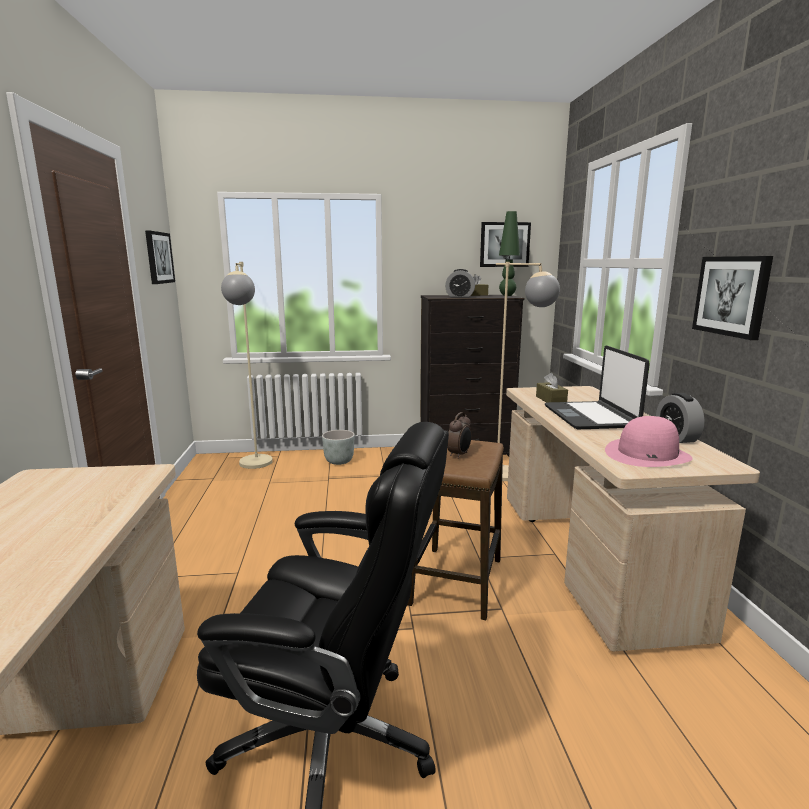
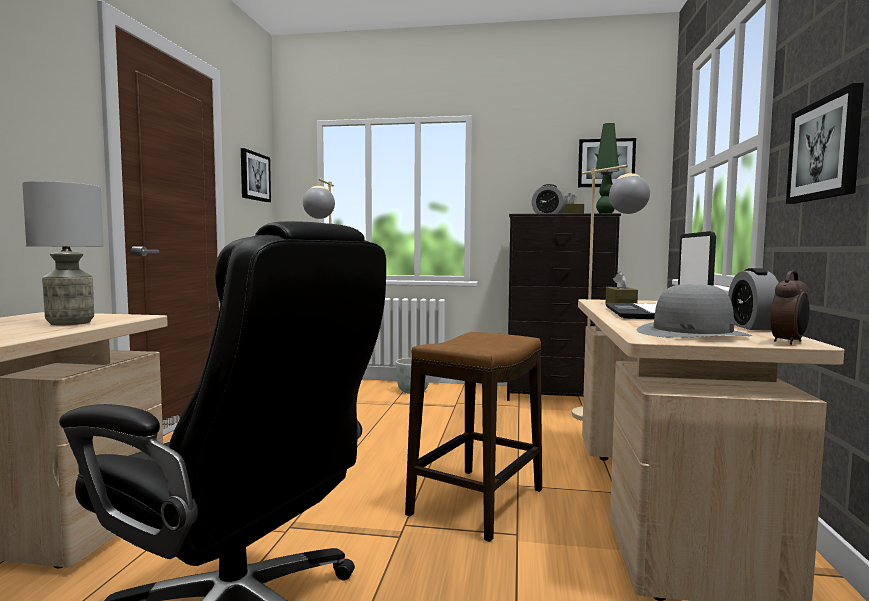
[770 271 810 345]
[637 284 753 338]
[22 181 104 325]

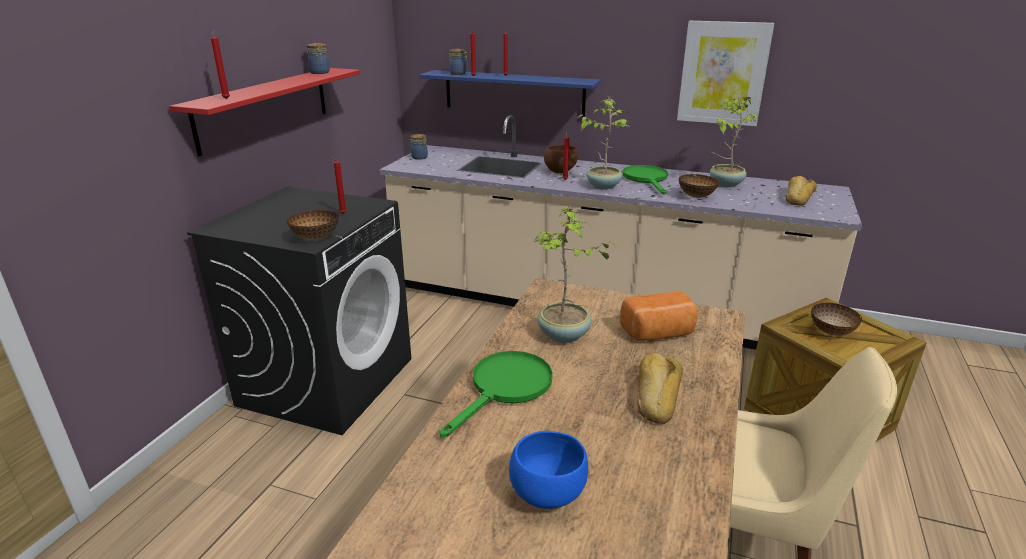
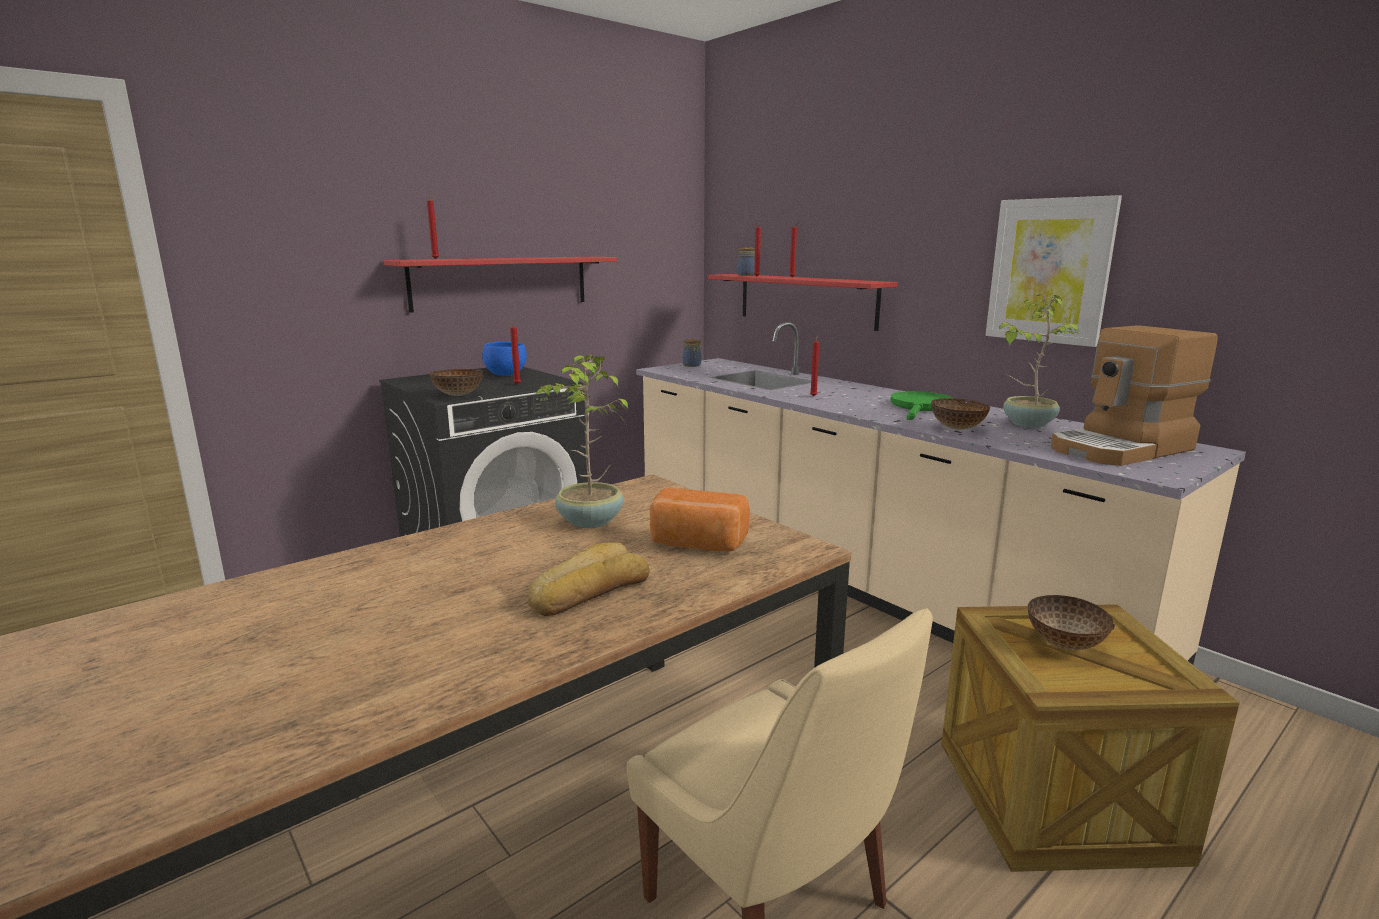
[307 43 330 74] (first image)
[707 274 898 331]
[577 97 630 190] (first image)
[544 144 578 173] (first image)
[1051 325 1218 466]
[439 351 553 438] (first image)
[482 342 526 376]

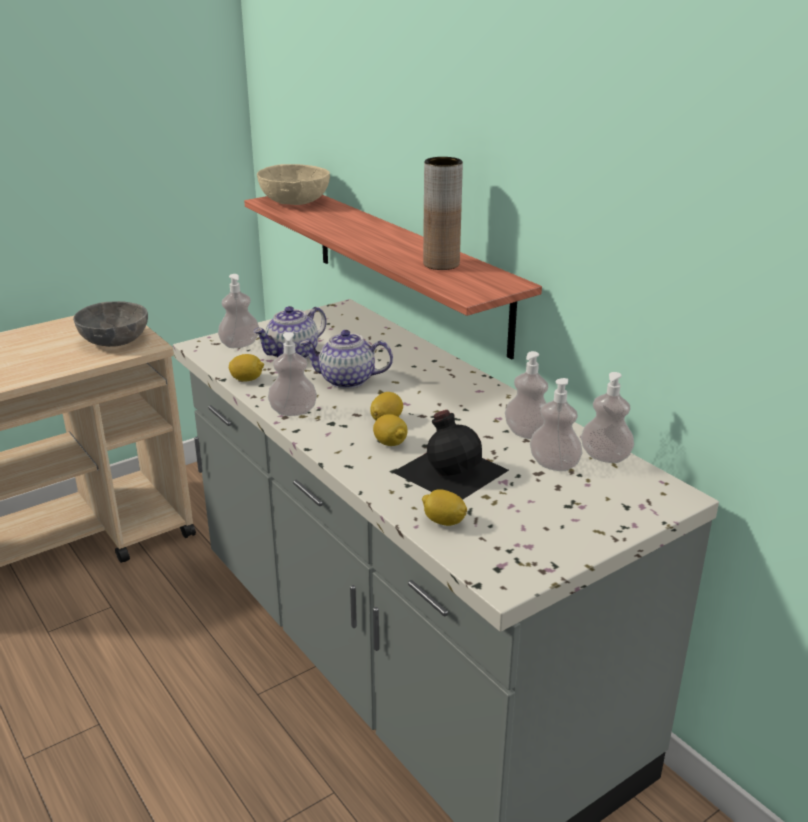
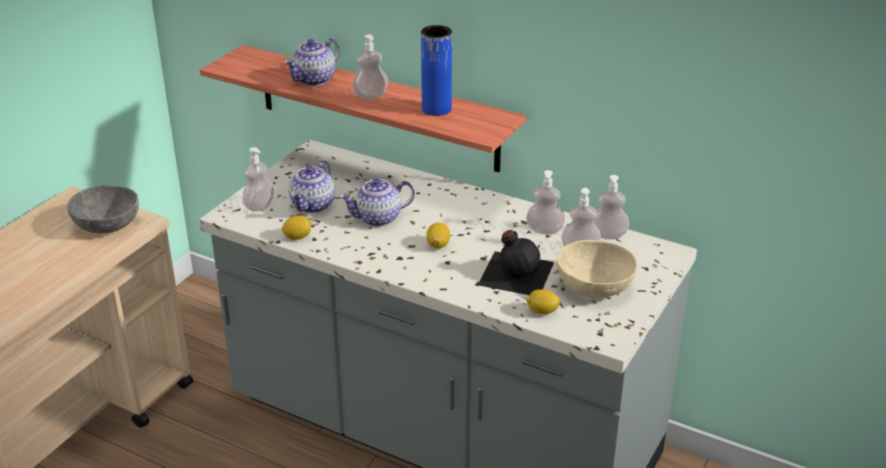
[421 25 452 116]
[557 240 637 298]
[353 34 389 100]
[373 414 408 446] (first image)
[284 38 340 86]

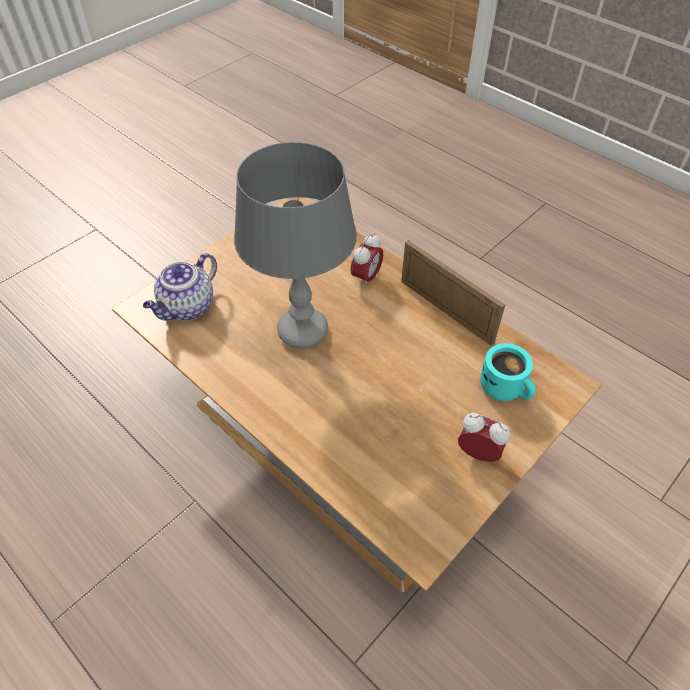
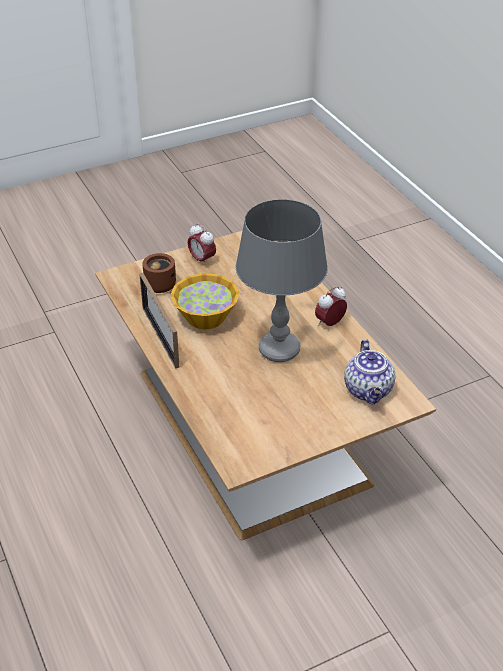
[315 286 347 326]
[344 339 395 404]
[142 253 176 293]
[171 273 239 329]

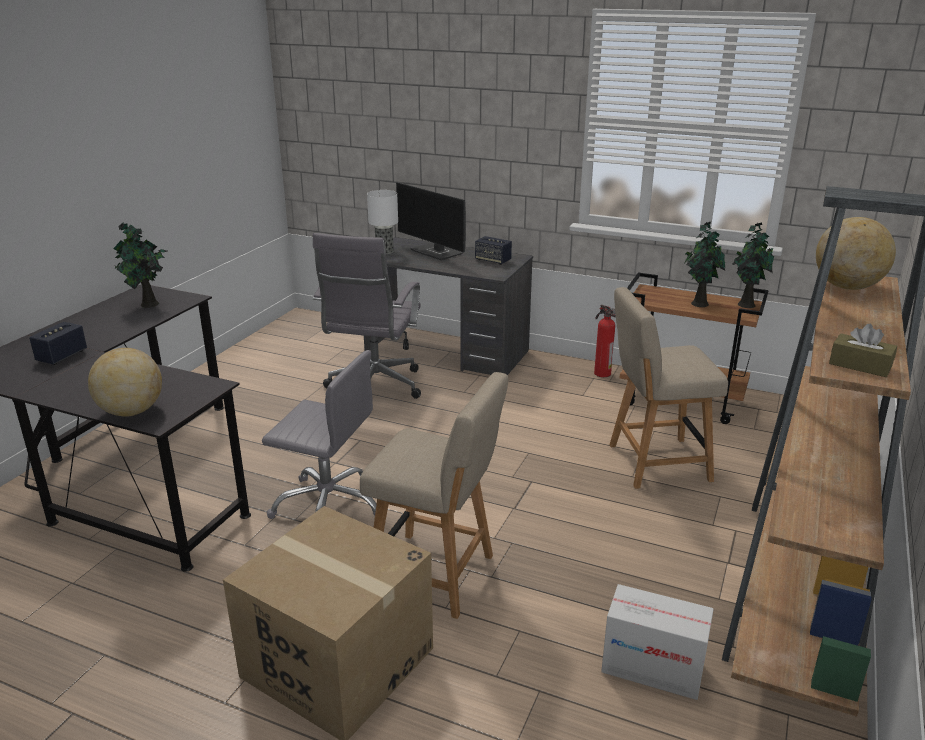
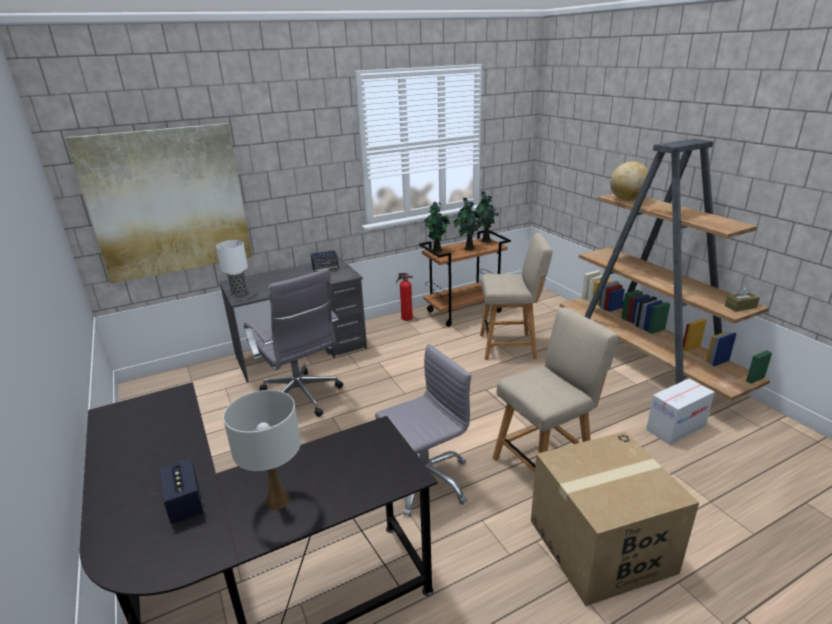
[396 182 466 261] (first image)
[424 202 450 253]
[480 233 552 360]
[725 287 760 312]
[88 348 162 417] (first image)
[66 123 252 284]
[223 390 301 510]

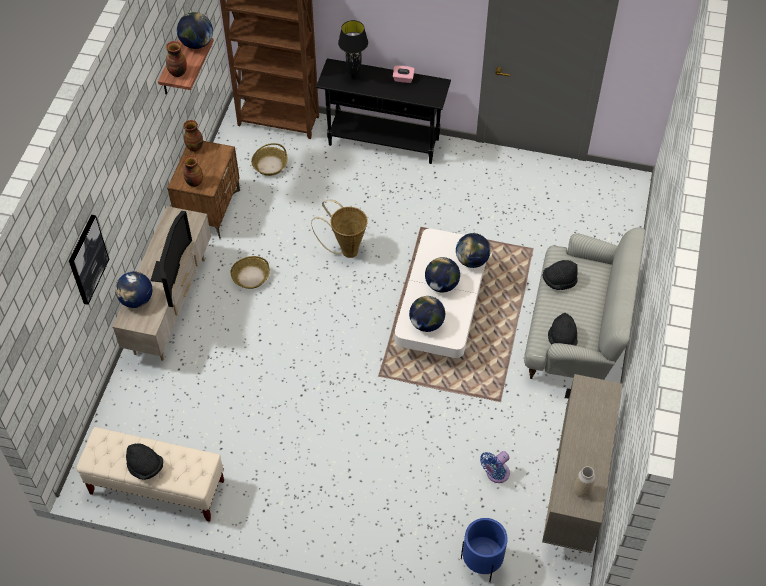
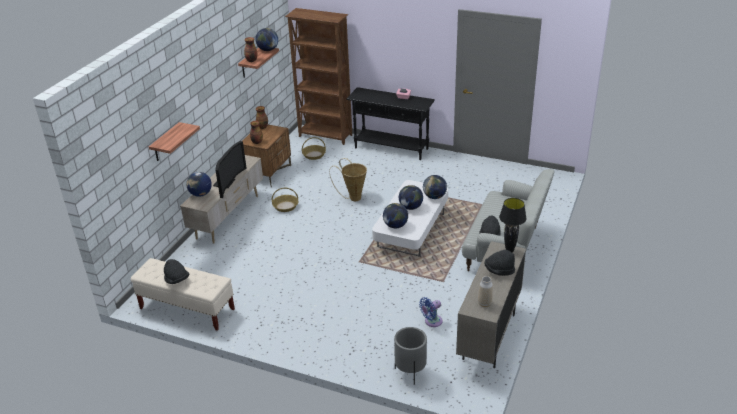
[499 198 527 252]
[149 122 200 161]
[485 250 515 276]
[394 327 427 385]

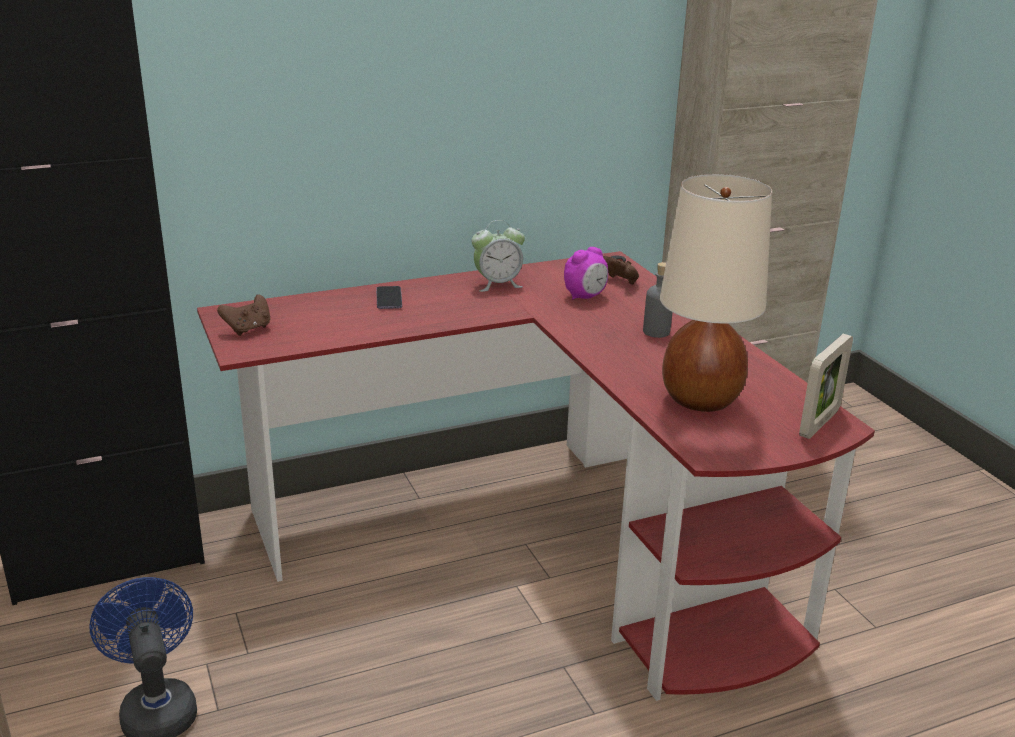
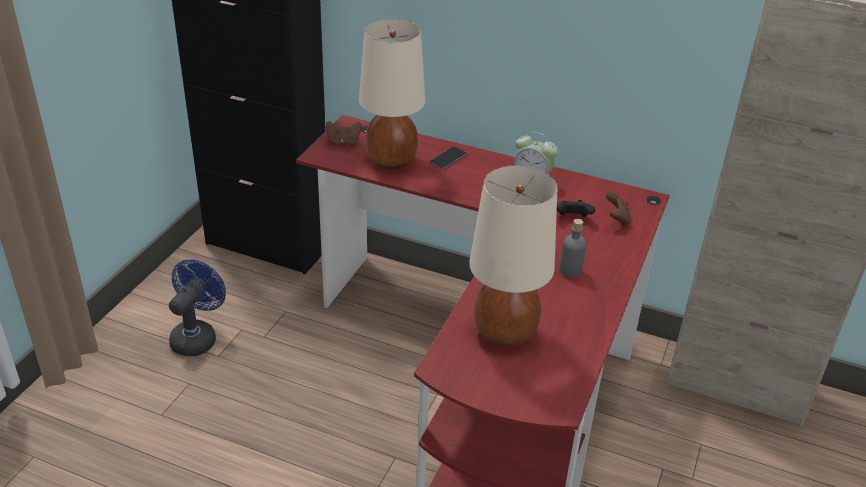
[557 200 595 217]
[799 334 853 439] (first image)
[359 19 425 169]

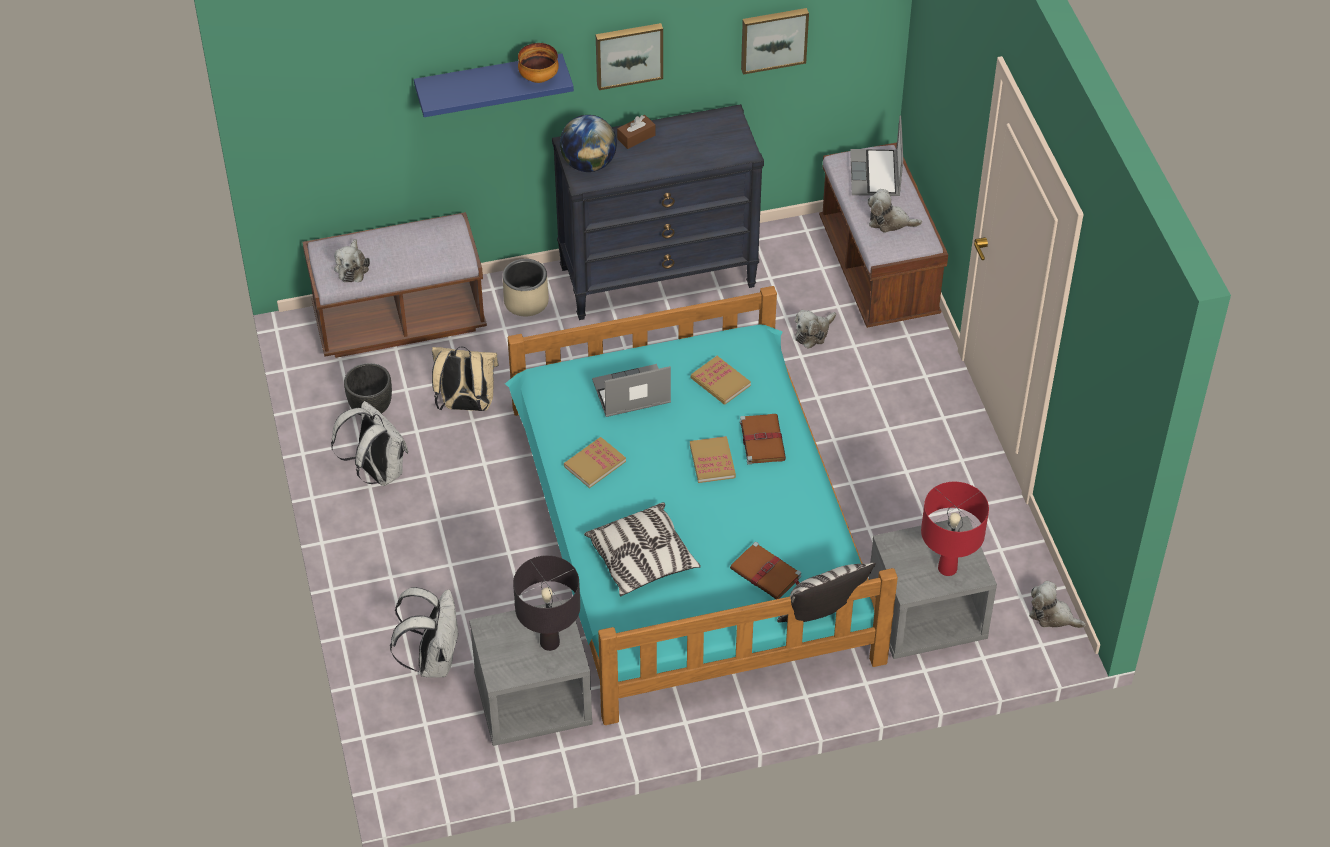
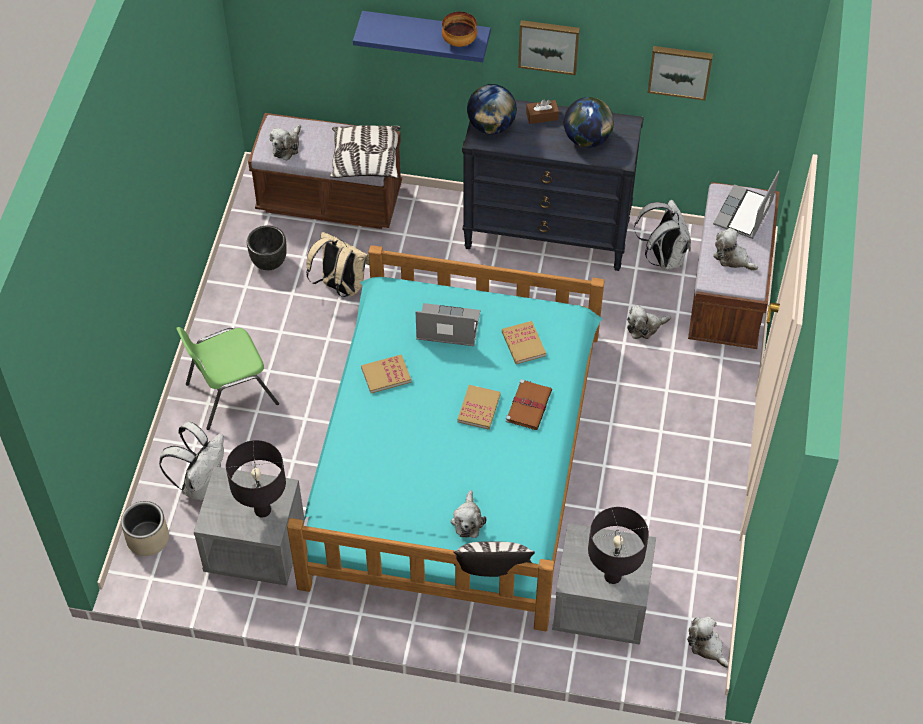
[121 501 169 556]
[634 200 691 270]
[588 507 649 584]
[330 125 401 178]
[451 490 486 538]
[564 97 614 148]
[176 327 279 430]

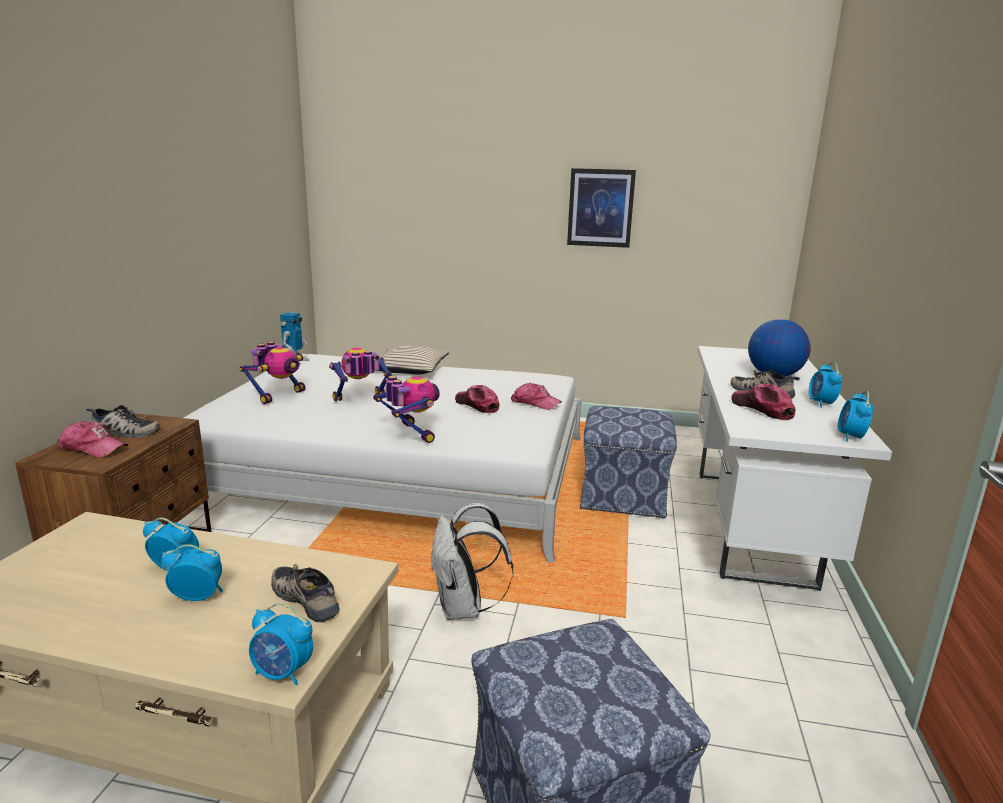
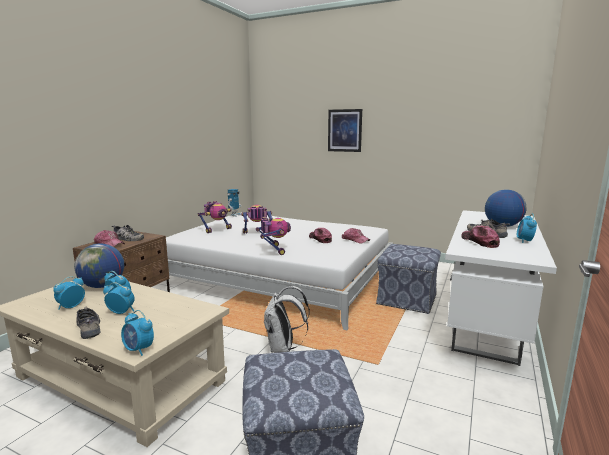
[328 109 362 152]
[378 345 449 374] (first image)
[53 276 85 310]
[76 306 101 339]
[74 244 124 288]

